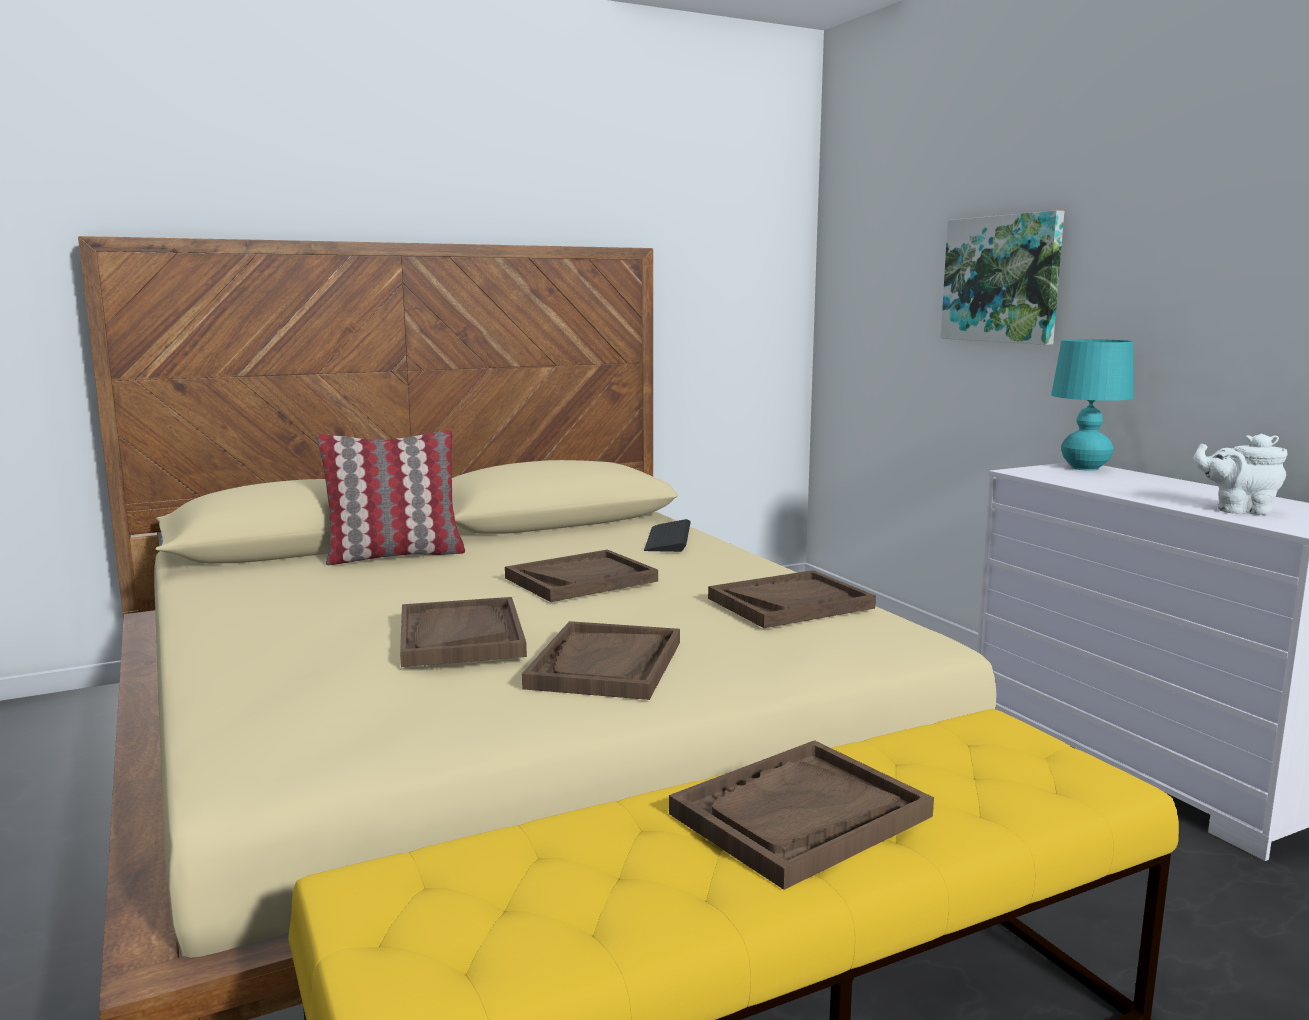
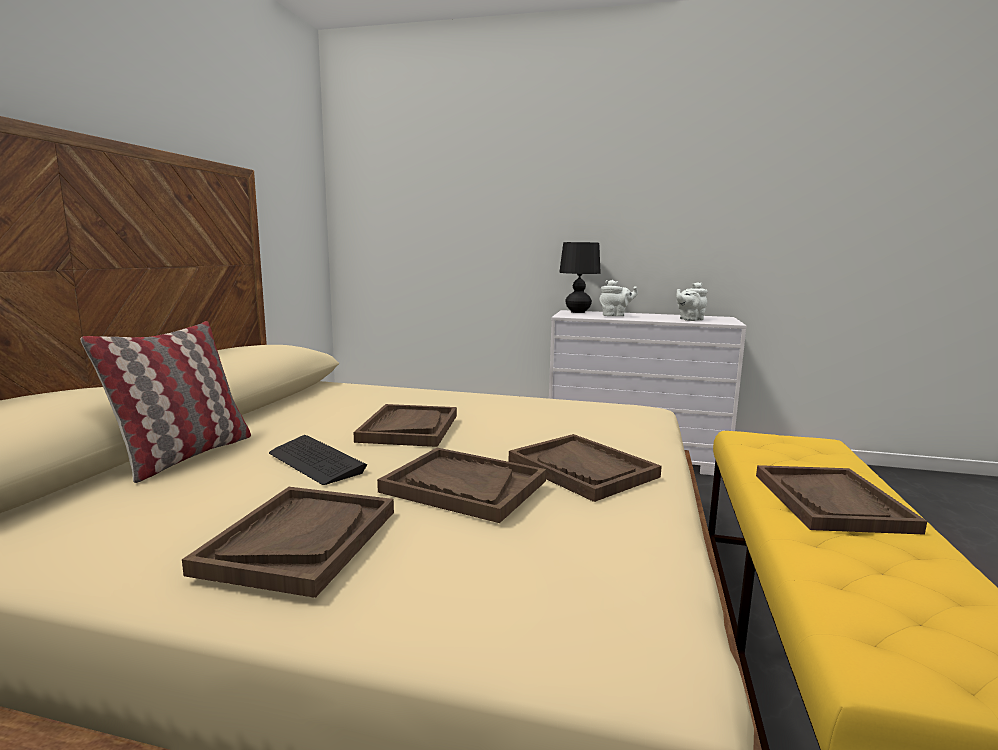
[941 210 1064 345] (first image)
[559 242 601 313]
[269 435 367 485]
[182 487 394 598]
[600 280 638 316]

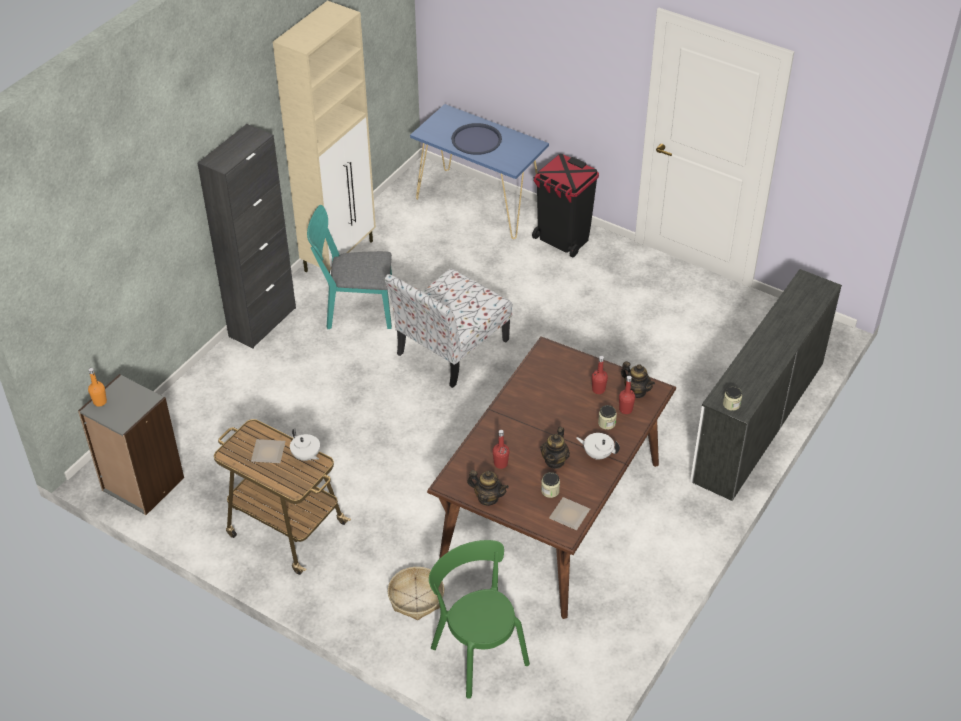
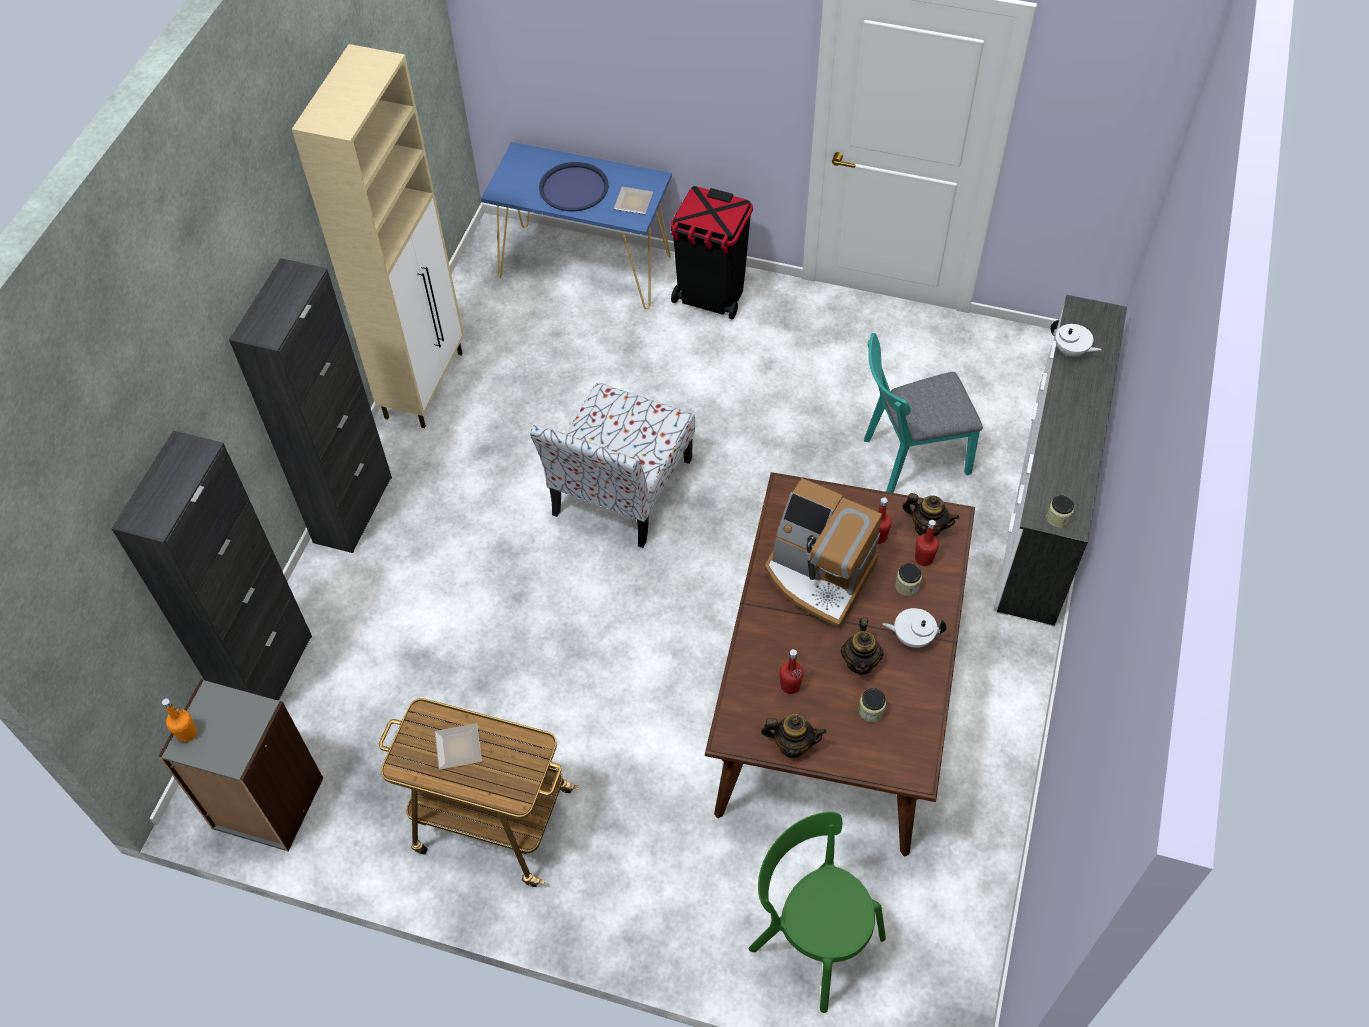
[864 333 983 493]
[1050 320 1102 357]
[614 187 653 214]
[388 567 444 620] (first image)
[111 431 312 701]
[765 478 882 629]

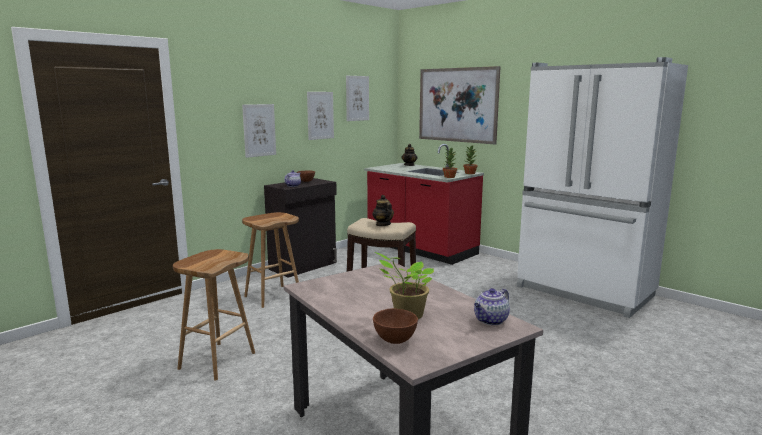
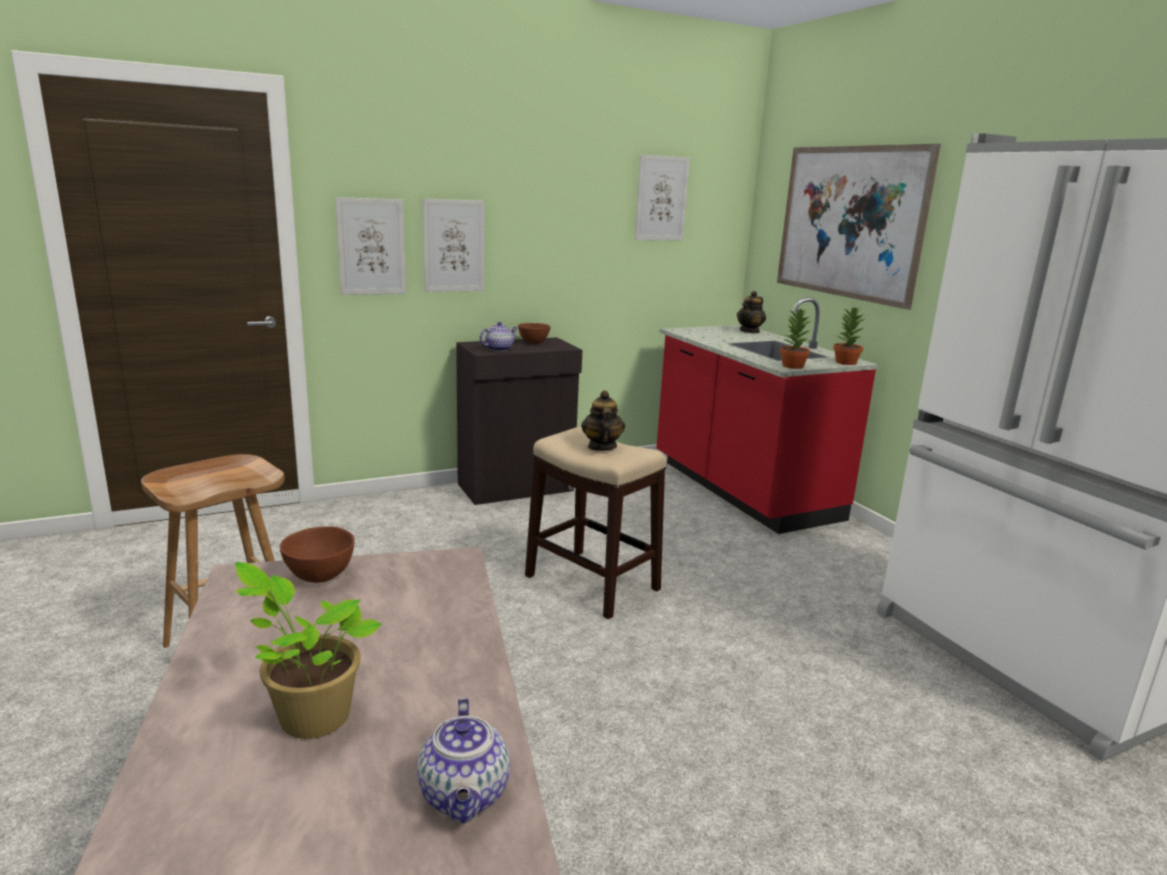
[335 197 406 295]
[242 212 299 308] (first image)
[417 697 510 823]
[280 526 355 583]

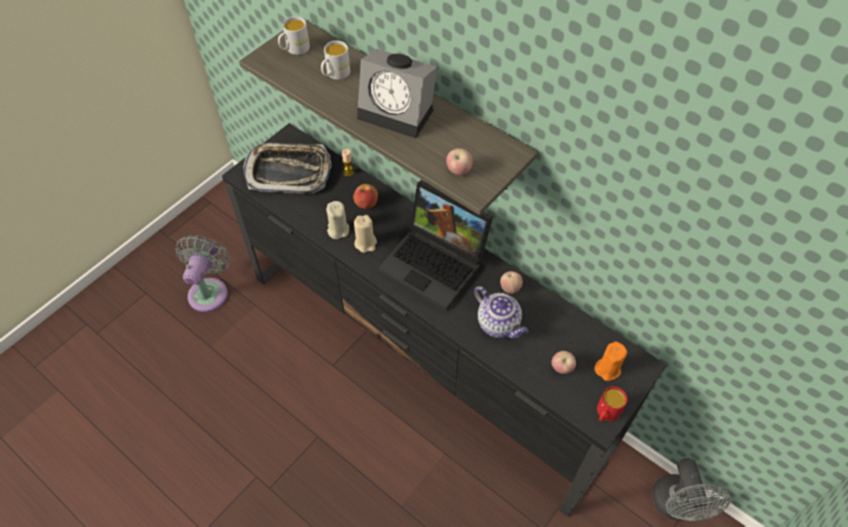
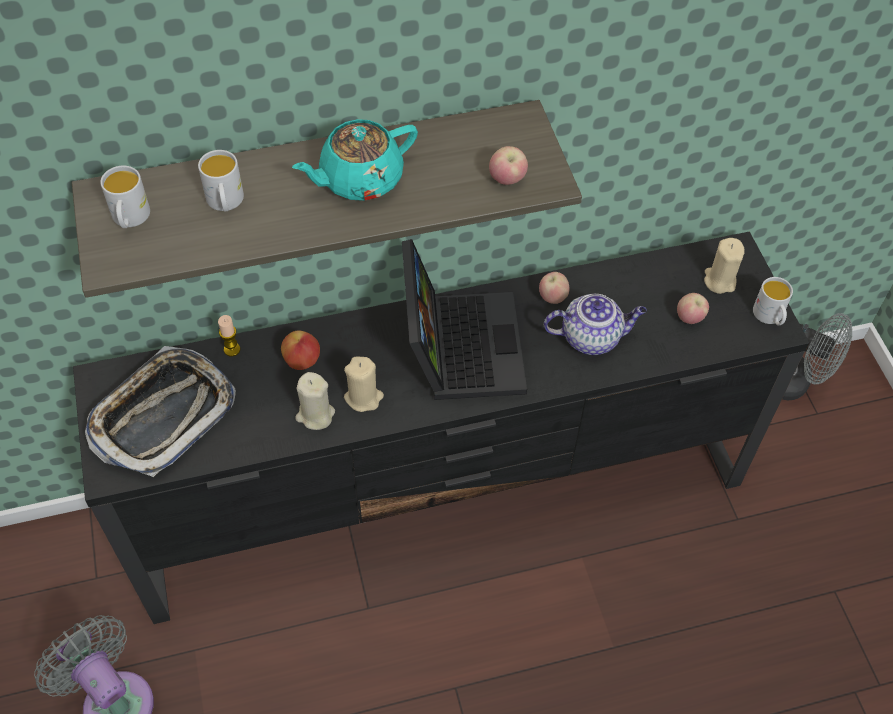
[292 119 418 201]
[402 239 527 400]
[704 238 745 294]
[753 277 793 325]

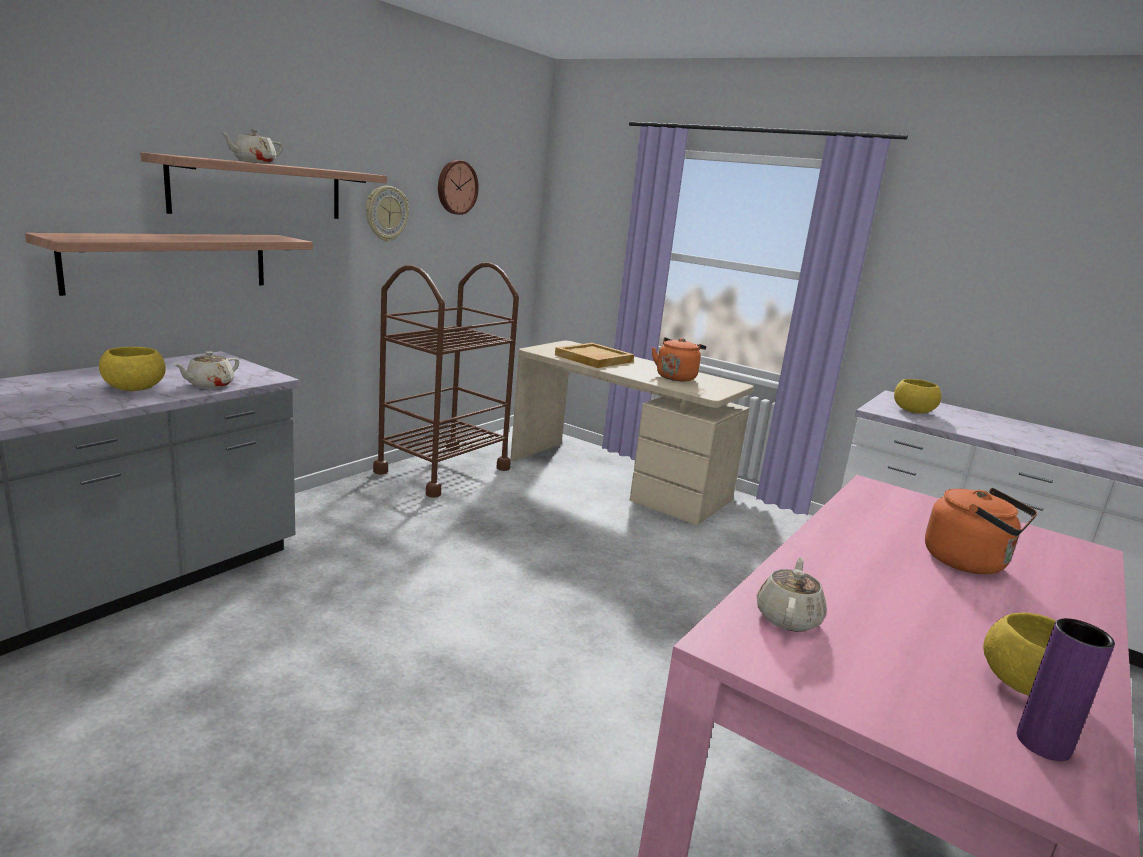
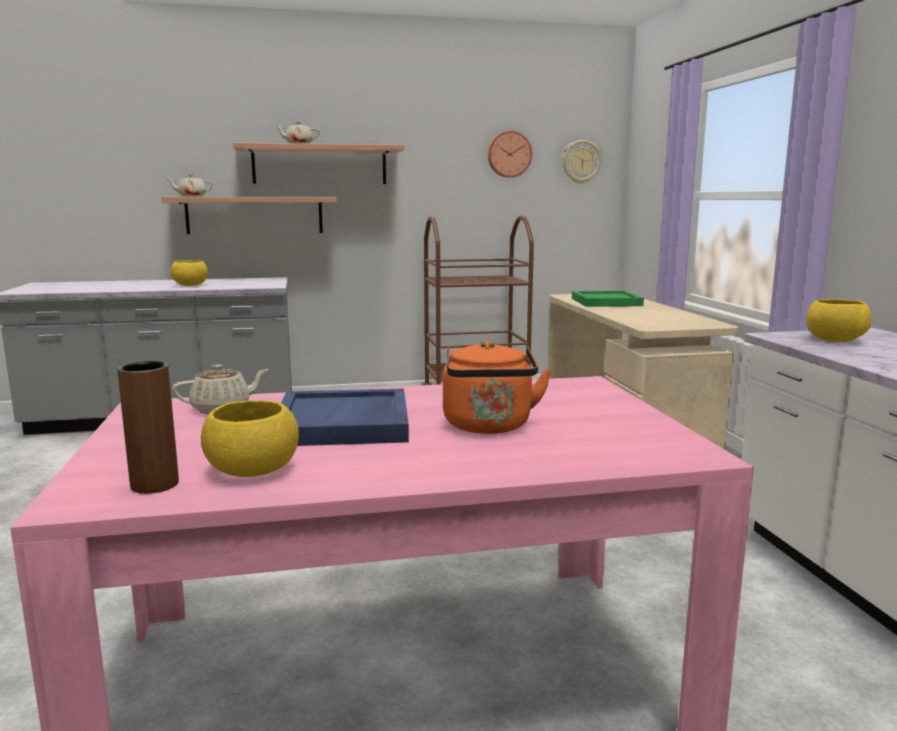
[562 140 602 184]
[652 337 706 381] (first image)
[572 291 644 307]
[167 174 213 196]
[117 361 179 494]
[281 389 409 446]

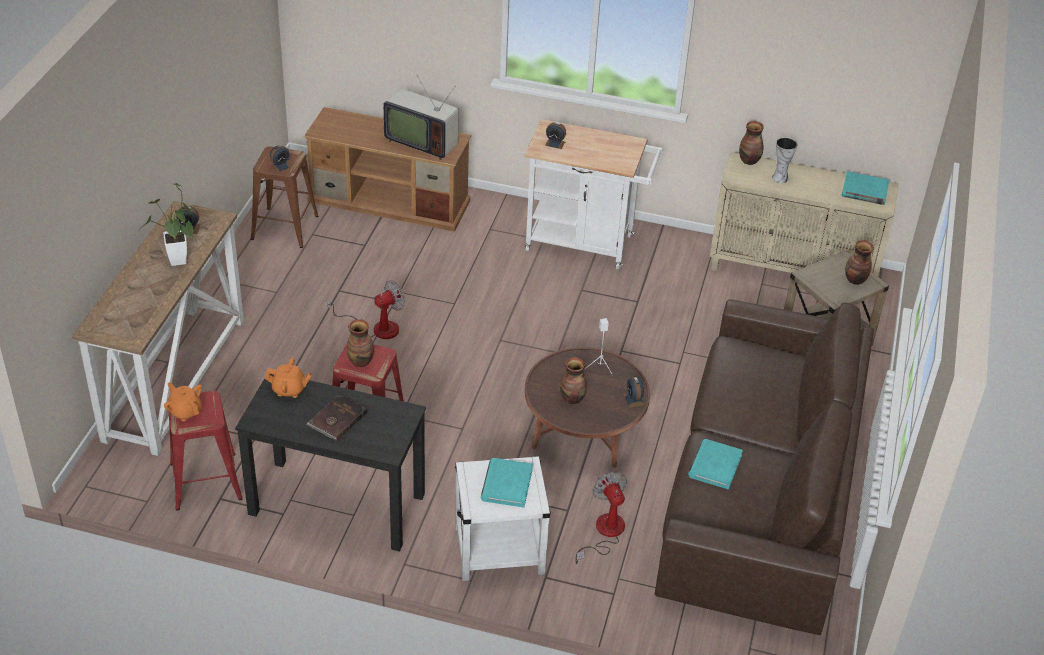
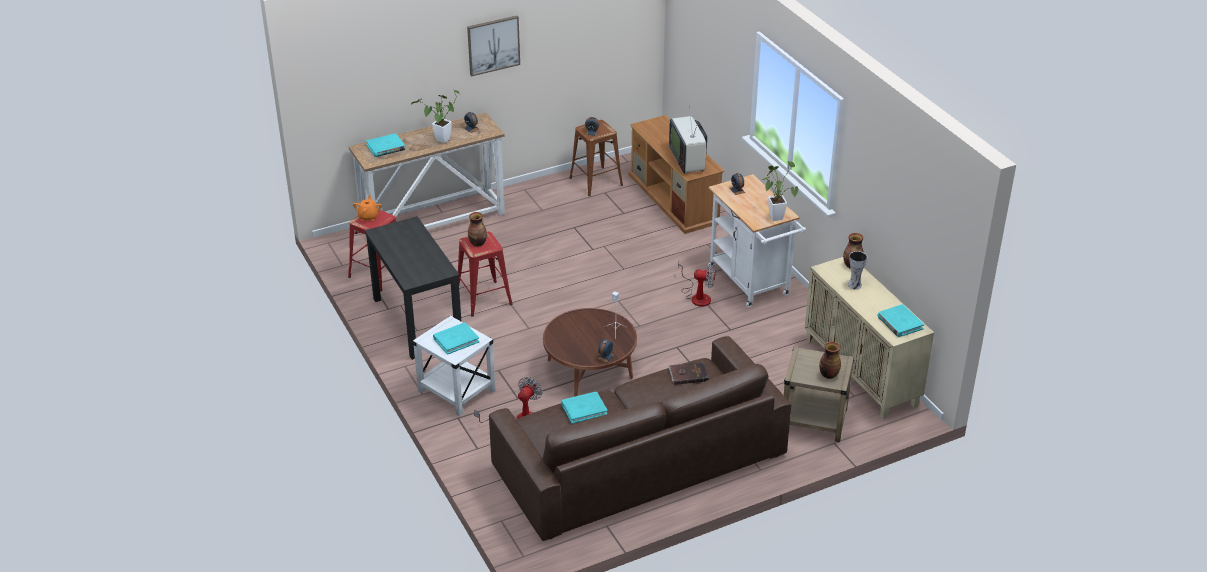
[678 261 716 307]
[560 357 587 404] (first image)
[265 358 312 398] (first image)
[668 362 709 385]
[467 16 520 76]
[366 133 405 157]
[762 161 798 221]

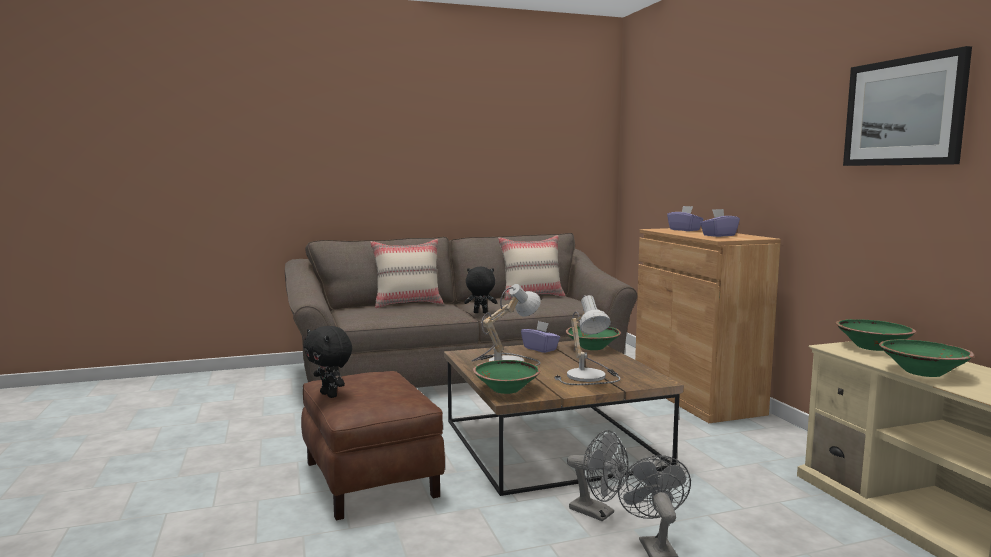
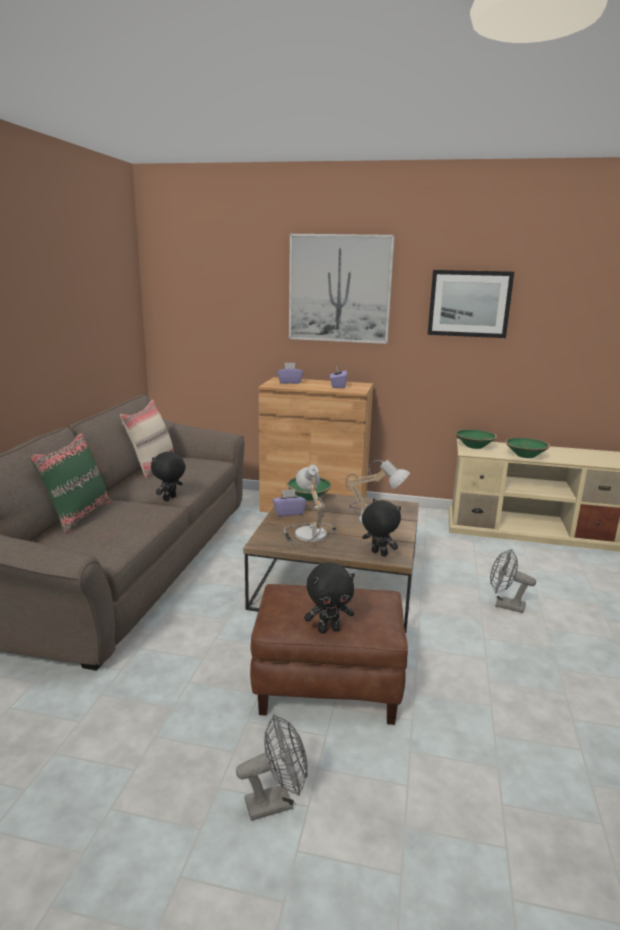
[29 432 112 534]
[362 499 401 557]
[236 715 308 821]
[289 234 395 344]

